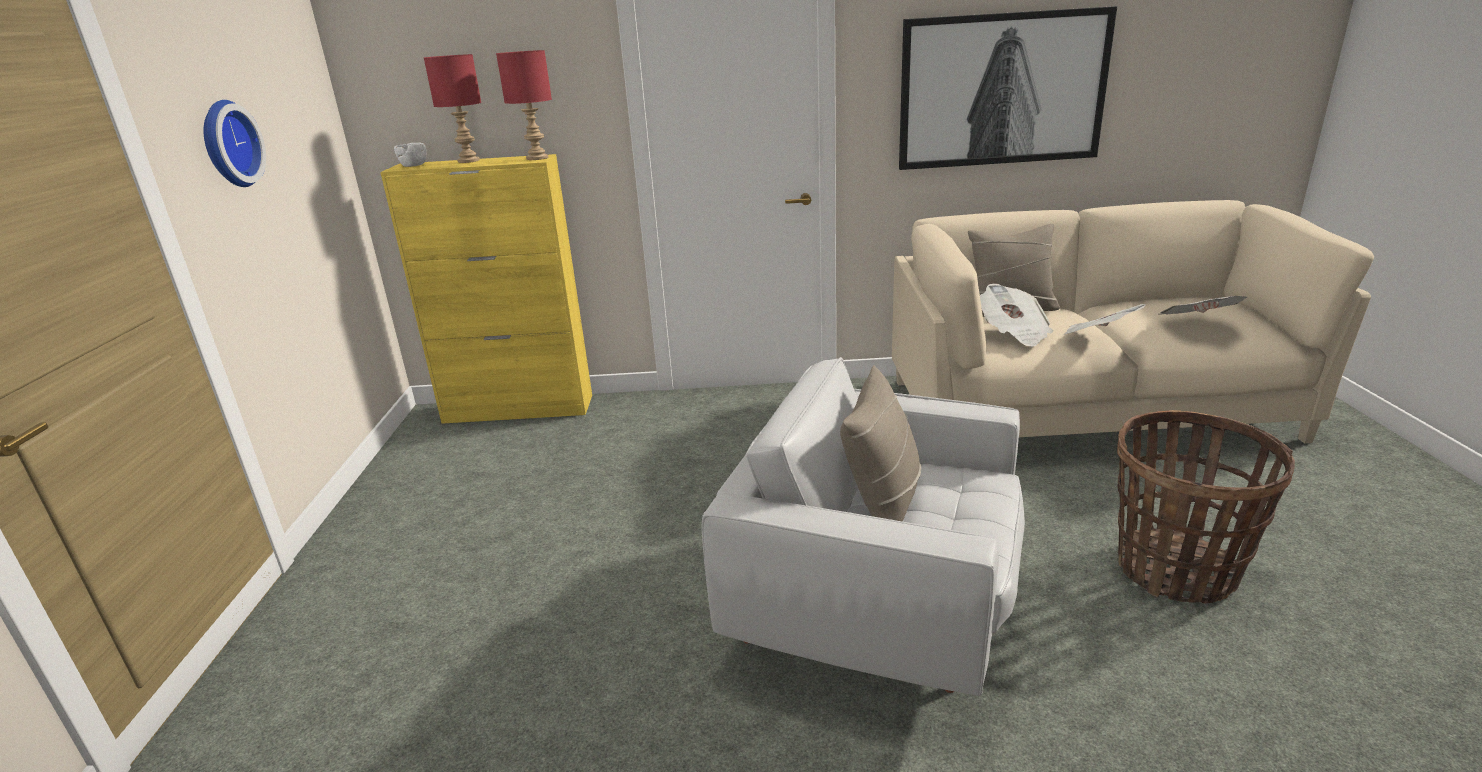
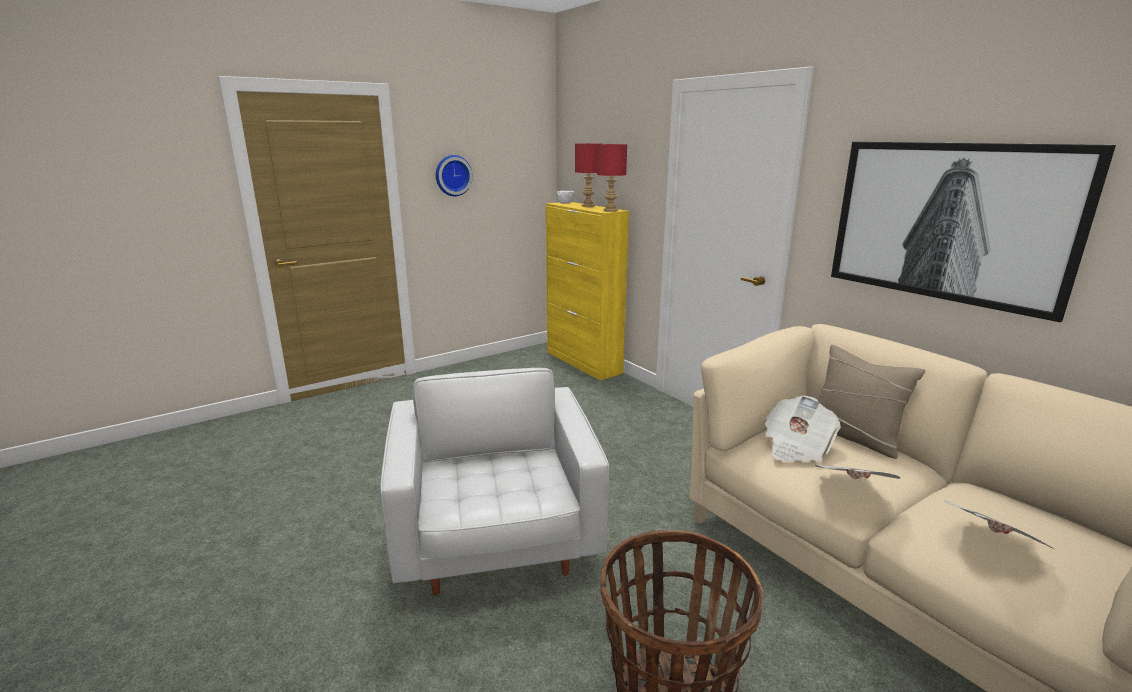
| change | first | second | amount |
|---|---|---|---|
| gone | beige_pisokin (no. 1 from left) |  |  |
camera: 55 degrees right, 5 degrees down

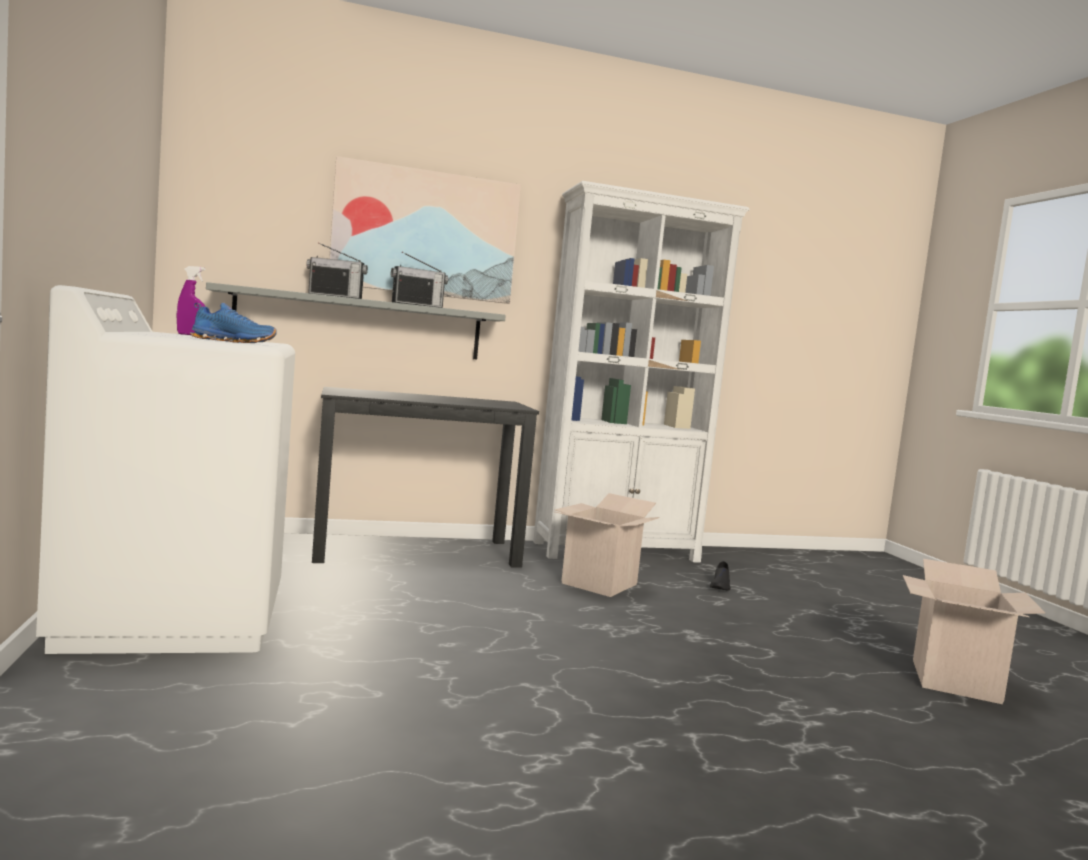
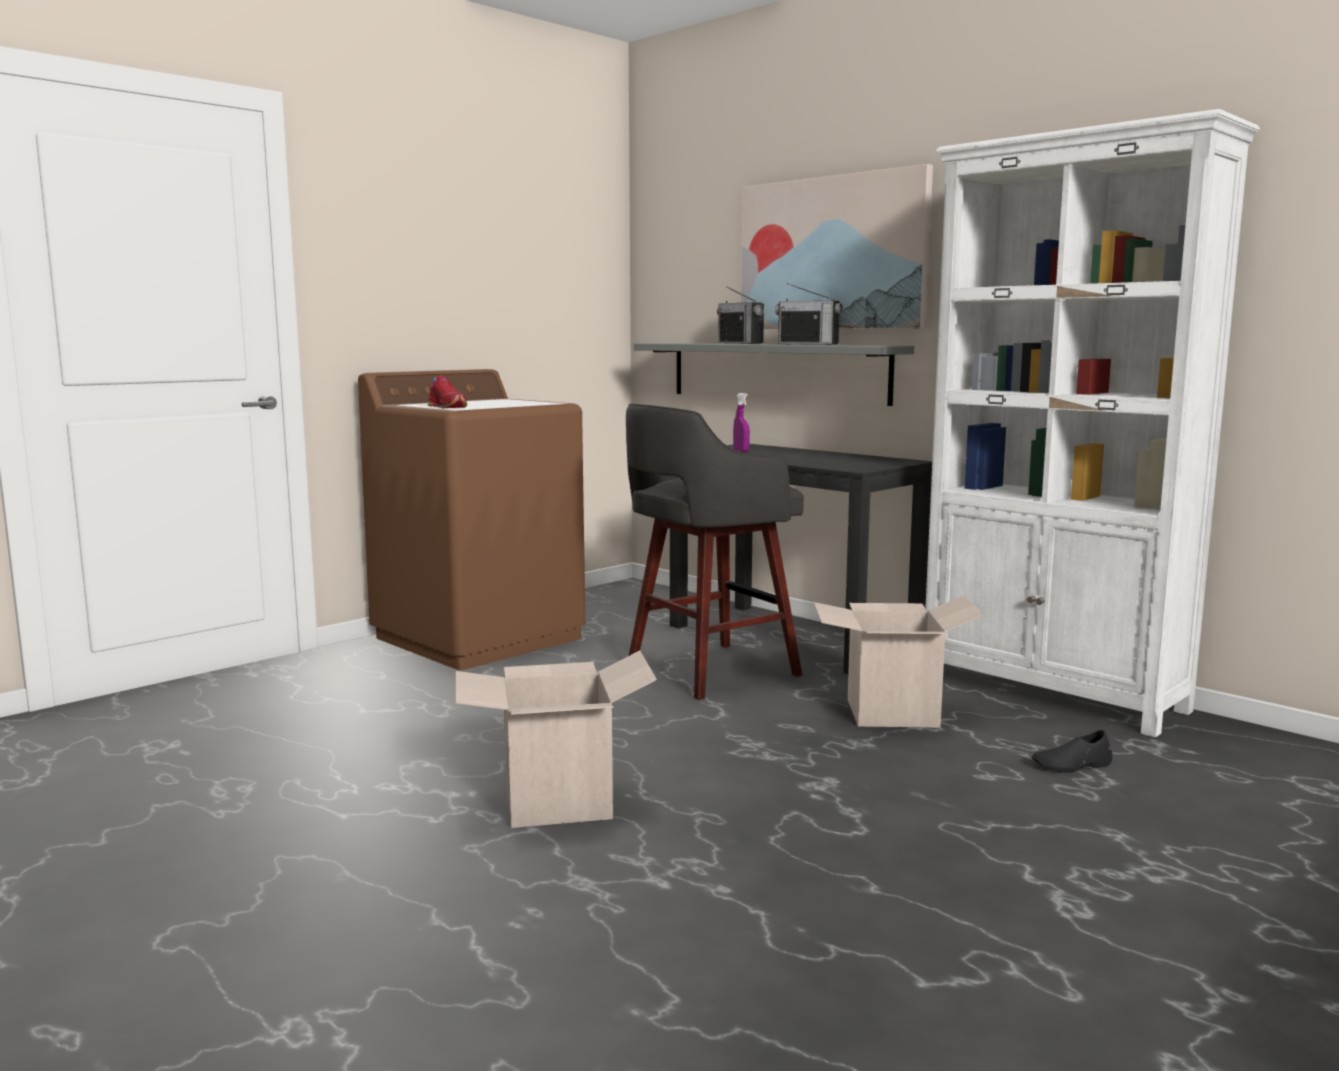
| change | first | second | amount |
|---|---|---|---|
| new |  | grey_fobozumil |  |
| shifted | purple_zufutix |  |  |
| shifted | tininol (no. 2 from left in the first image) | tininol (no. 1 from left) |  |
| repainted | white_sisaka | brown_sisaka |  |
| repainted | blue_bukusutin | red_bukusutin |  |
camera: 60 degrees right, 5 degrees up

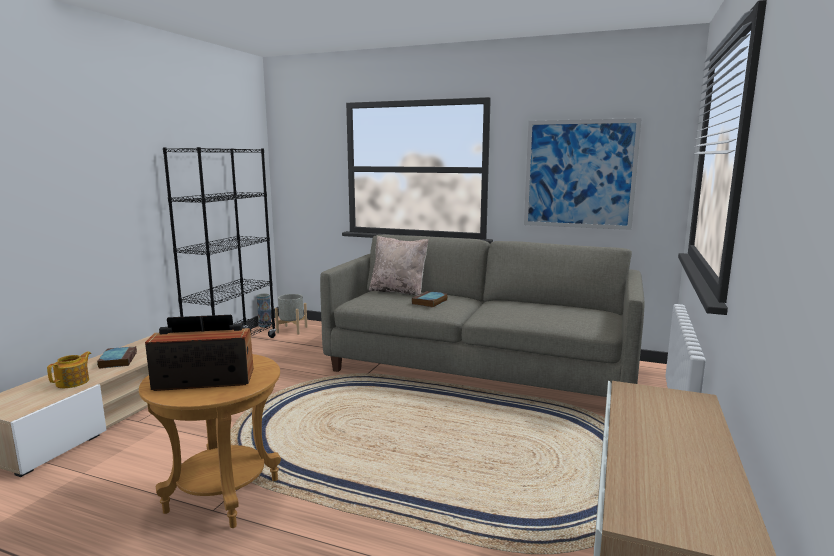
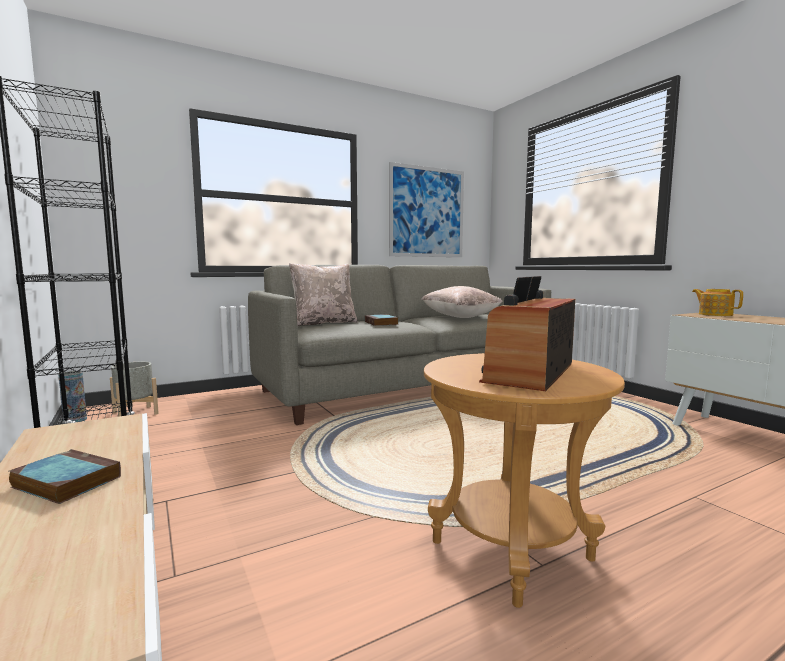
| change | first | second | amount |
|---|---|---|---|
| new |  | beige_pisokin (no. 2 from left) |  |
| shifted | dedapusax |  |  |
camera: 50 degrees left, 5 degrees down

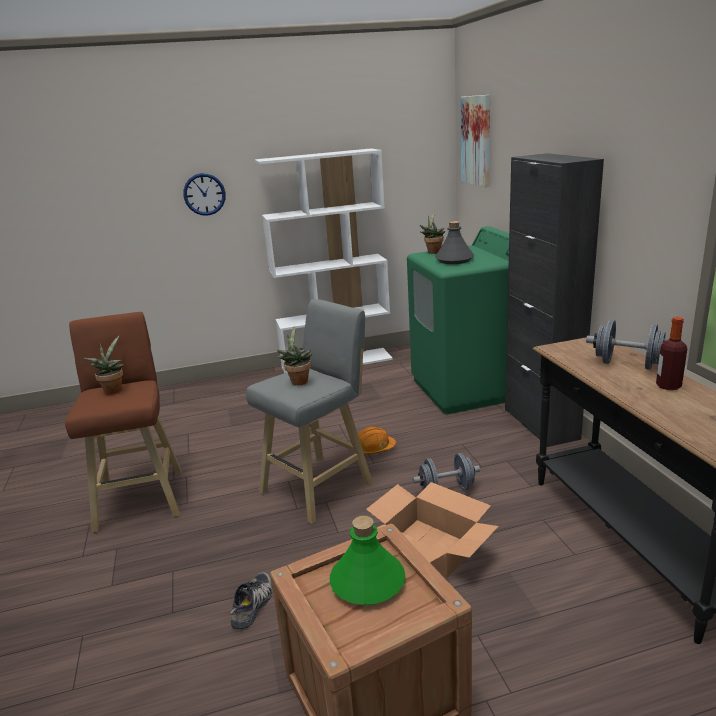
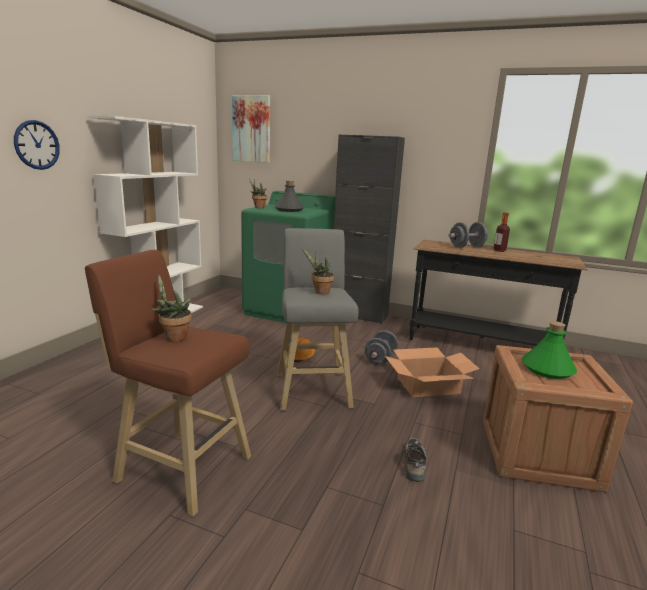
| change | first | second | amount |
|---|---|---|---|
| rotated | bukusutin |  | 45 degrees clockwise |
camera: 55 degrees left, 5 degrees down

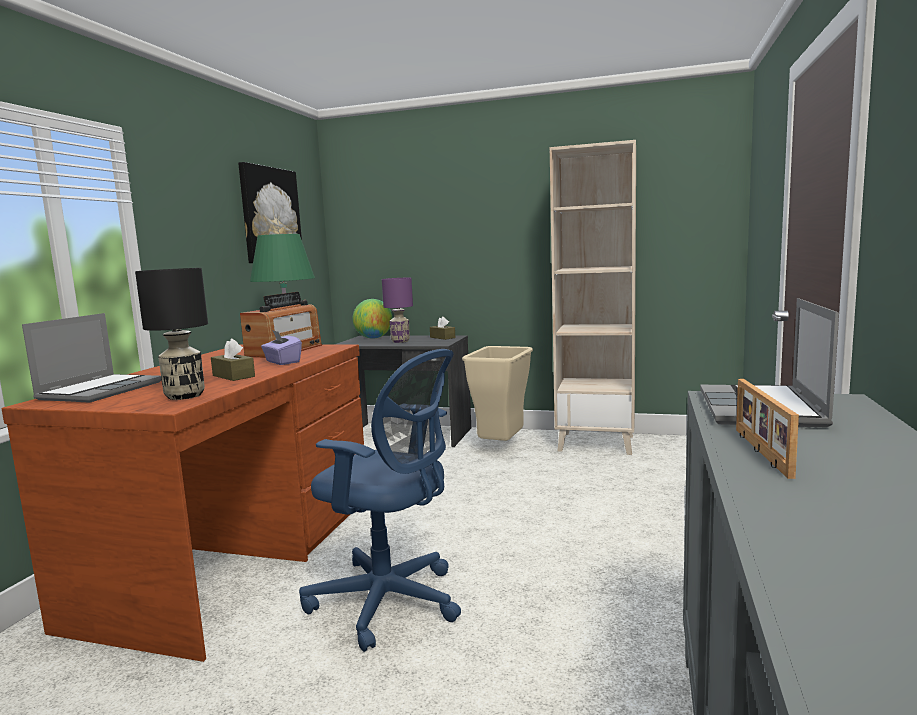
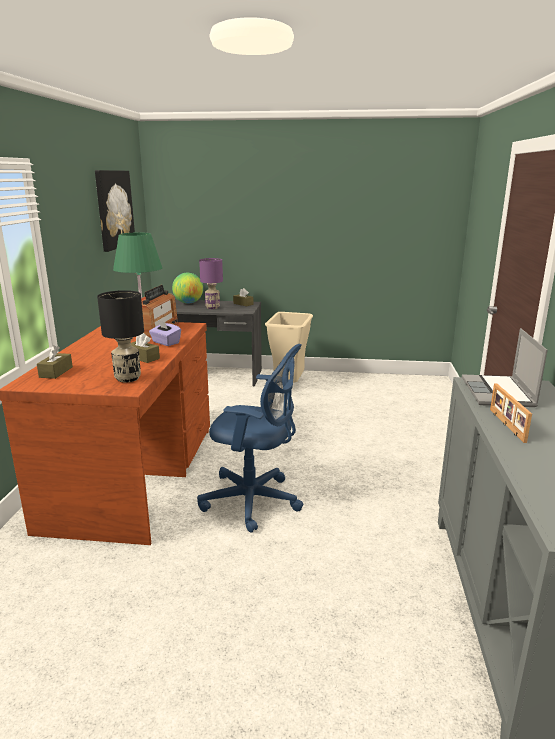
| change | first | second | amount |
|---|---|---|---|
| gone | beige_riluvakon |  |  |
| swapped | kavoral (no. 1 from left) | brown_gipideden (no. 1 from left) |  |
camera: 10 degrees left, 10 degrees up

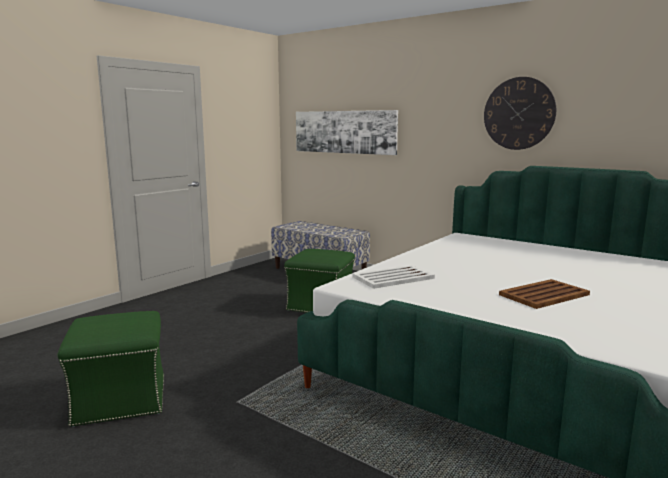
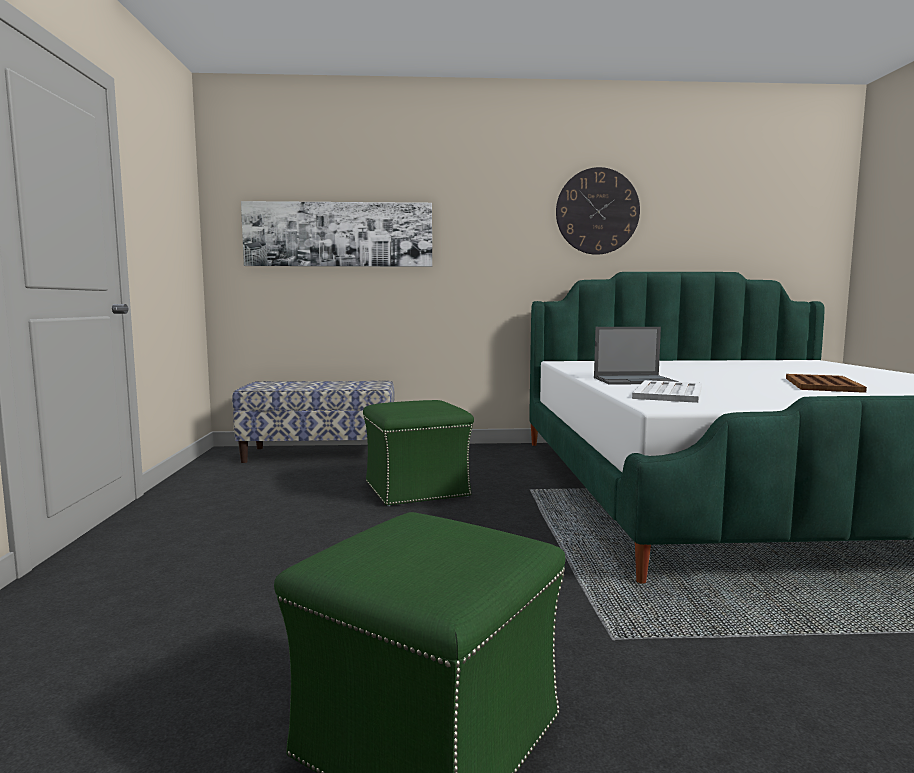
| change | first | second | amount |
|---|---|---|---|
| new |  | kavoral |  |
camera: 40 degrees left, 5 degrees down

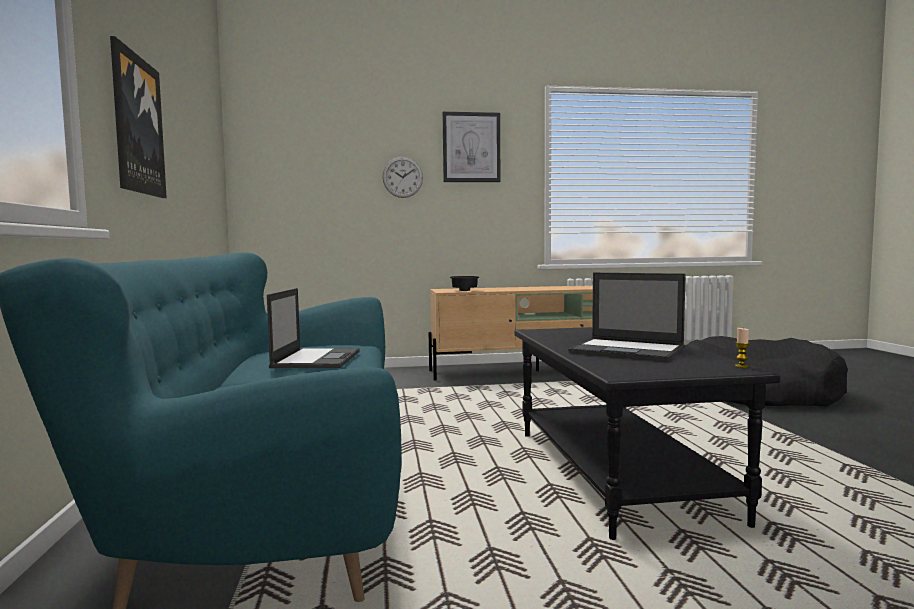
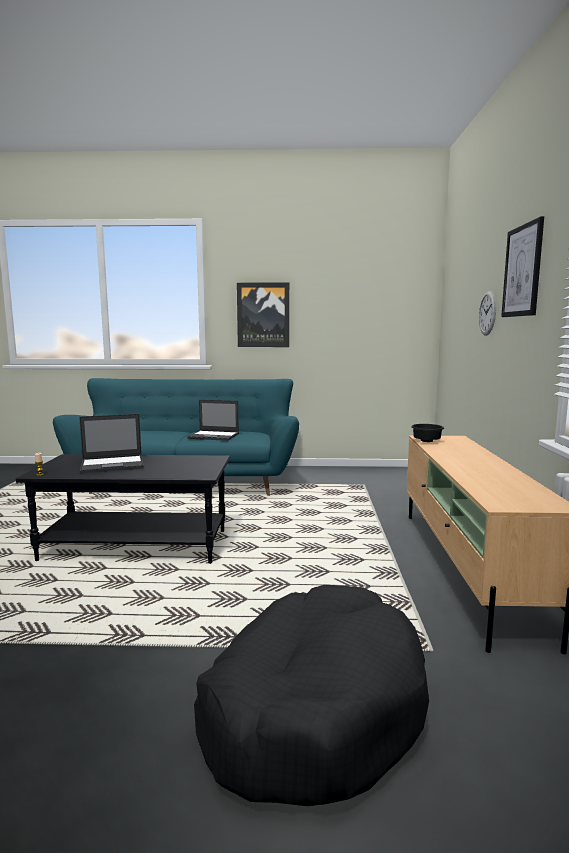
| change | first | second | amount |
|---|---|---|---|
| rotated | kavoral (no. 2 from left in the first image) | kavoral (no. 1 from left) | 150 degrees counterclockwise |
camera: 100 degrees right, 5 degrees up

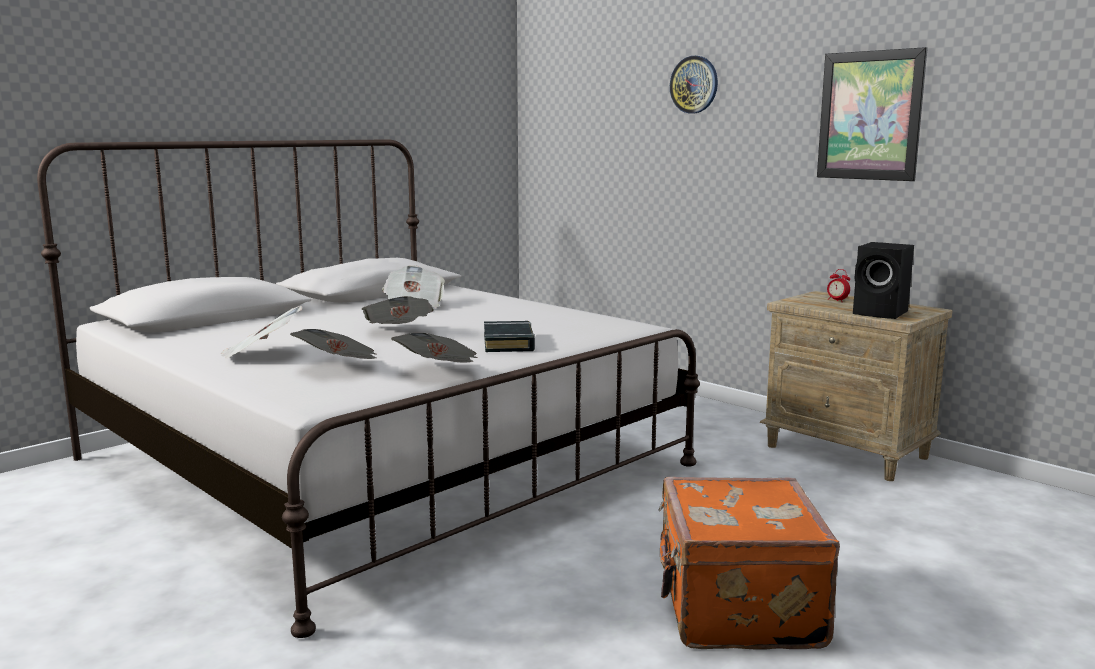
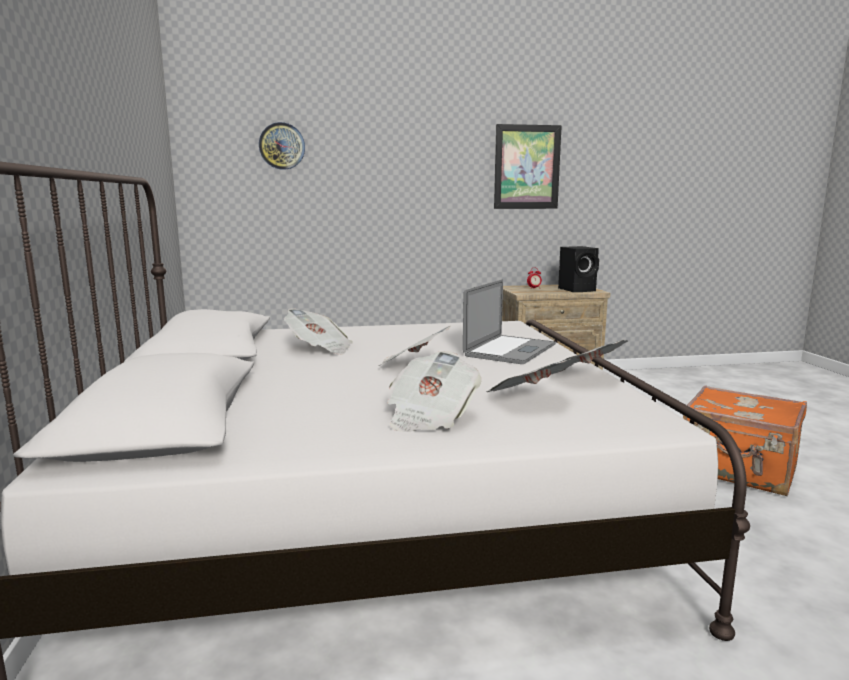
| change | first | second | amount |
|---|---|---|---|
| shifted | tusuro |  |  |
| swapped | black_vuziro | kavoral |  |
camera: 55 degrees left, 0 degrees up

